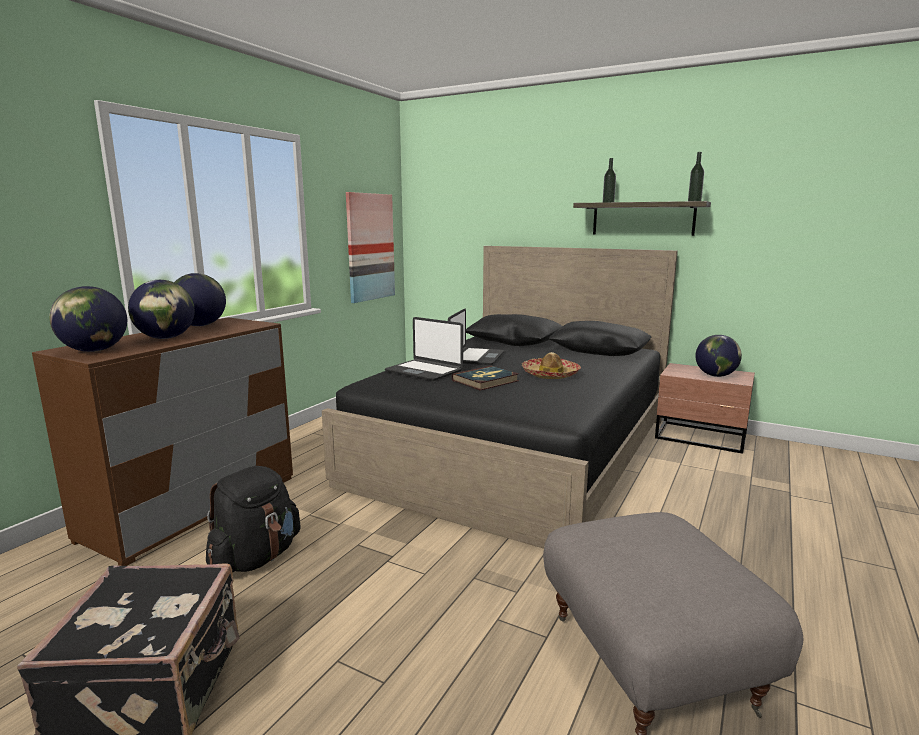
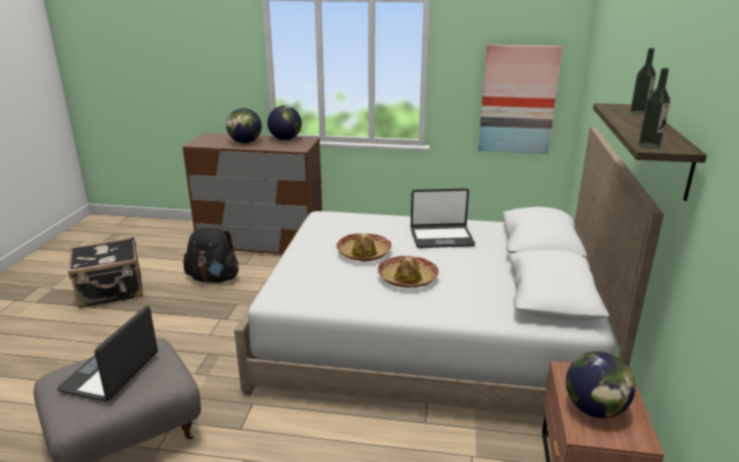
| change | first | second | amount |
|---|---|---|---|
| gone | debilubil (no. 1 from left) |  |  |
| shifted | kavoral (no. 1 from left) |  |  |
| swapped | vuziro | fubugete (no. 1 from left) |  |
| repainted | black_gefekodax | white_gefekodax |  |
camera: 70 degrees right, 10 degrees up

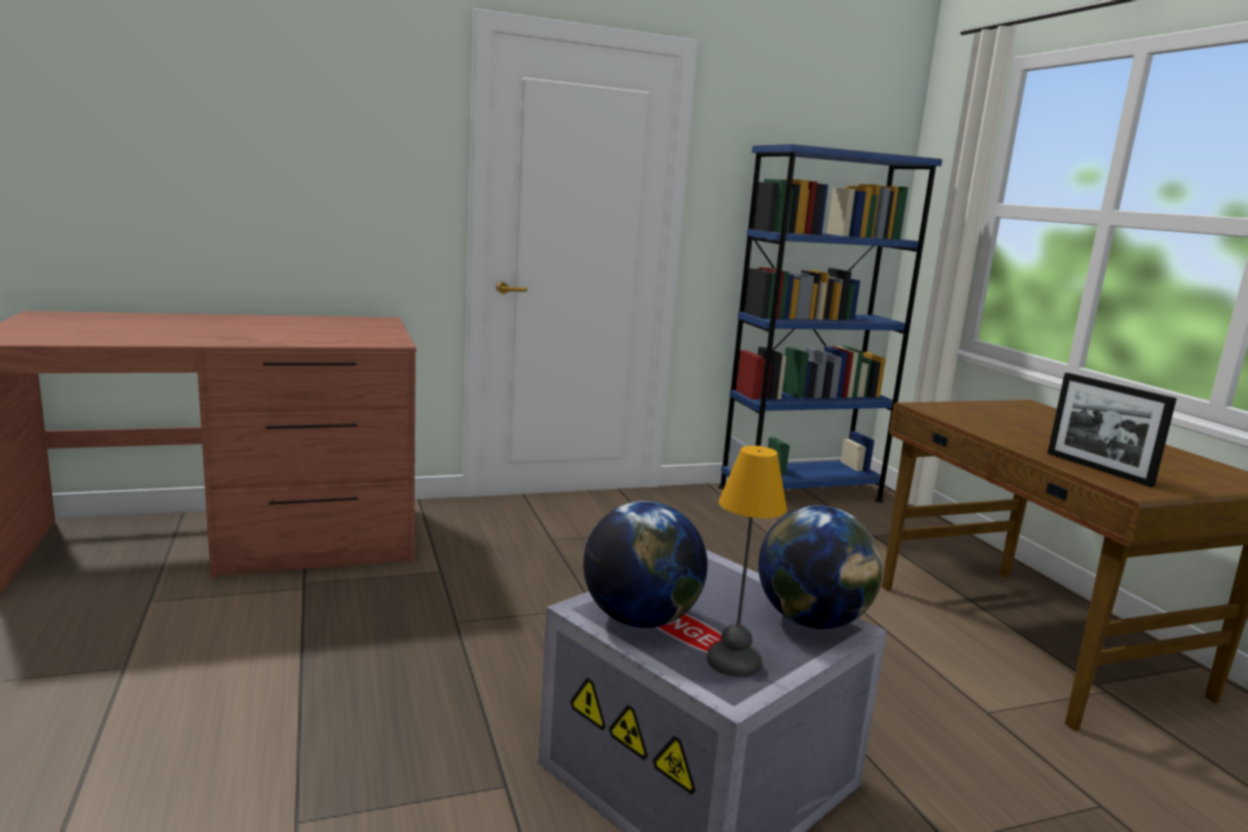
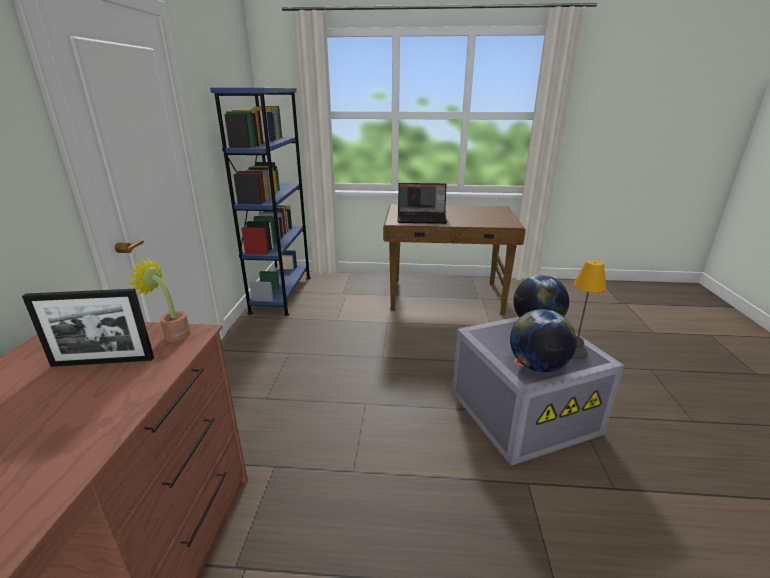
| change | first | second | amount |
|---|---|---|---|
| new |  | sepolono |  |
| new |  | kavoral |  |
| shifted | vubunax |  |  |
camera: 65 degrees left, 10 degrees up

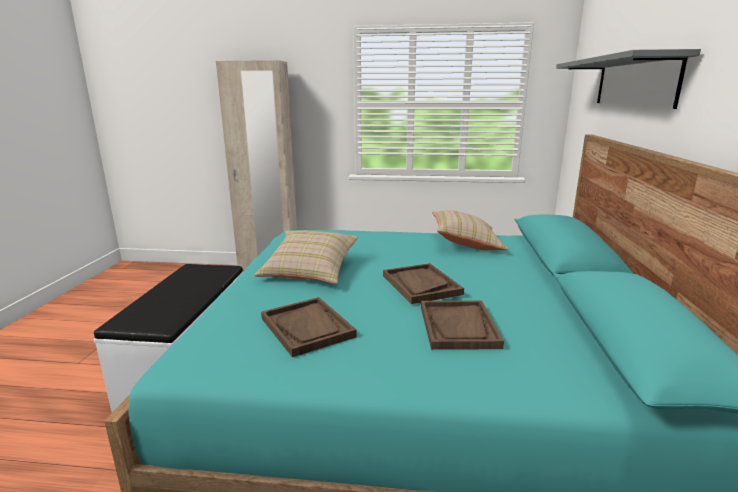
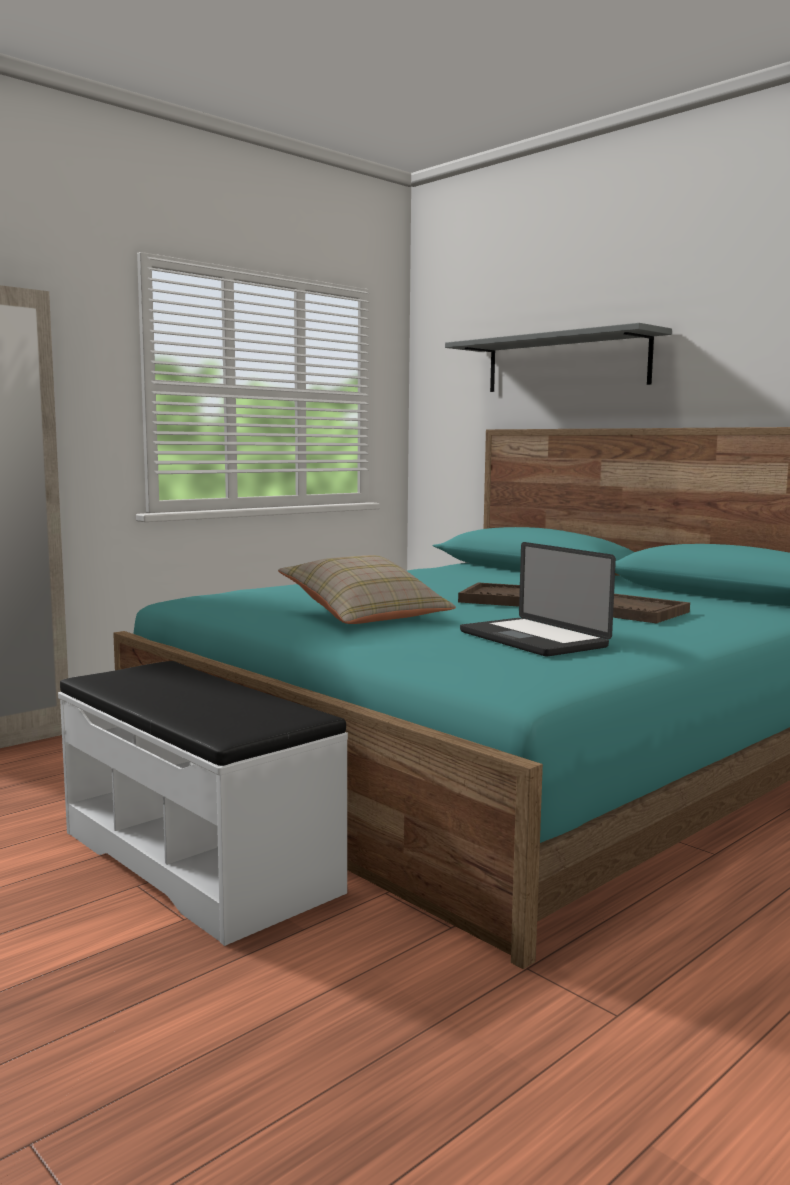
| change | first | second | amount |
|---|---|---|---|
| gone | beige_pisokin (no. 2 from left) |  |  |
| swapped | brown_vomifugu (no. 1 from left) | kavoral |  |
camera: 50 degrees left, 10 degrees down

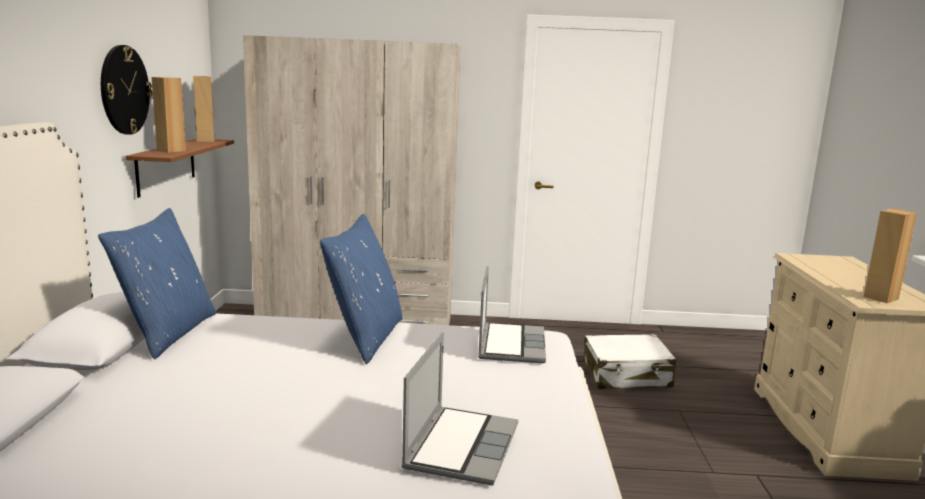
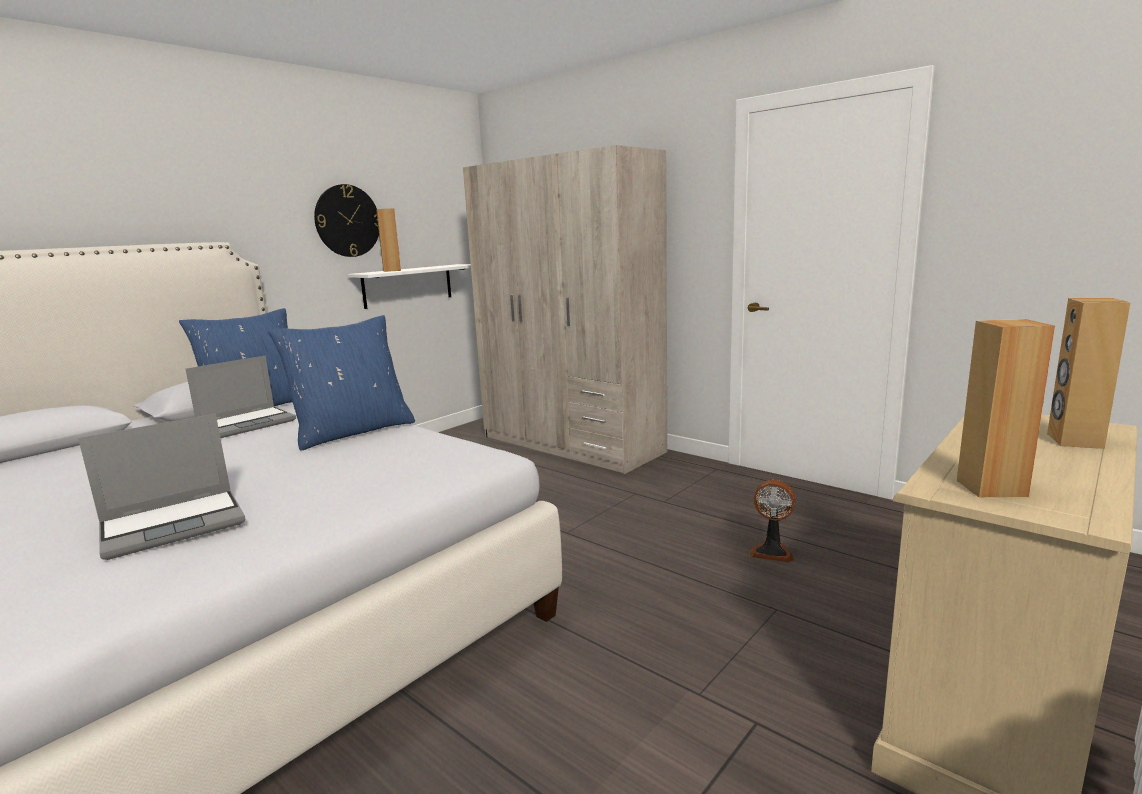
| change | first | second | amount |
|---|---|---|---|
| shifted | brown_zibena (no. 2 from left in the first image) | brown_zibena (no. 3 from left) |  |
| shifted | kavoral (no. 2 from left) |  |  |
| swapped | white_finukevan | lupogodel |  |
| repainted | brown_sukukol | white_sukukol |  |
camera: 40 degrees right, 0 degrees up

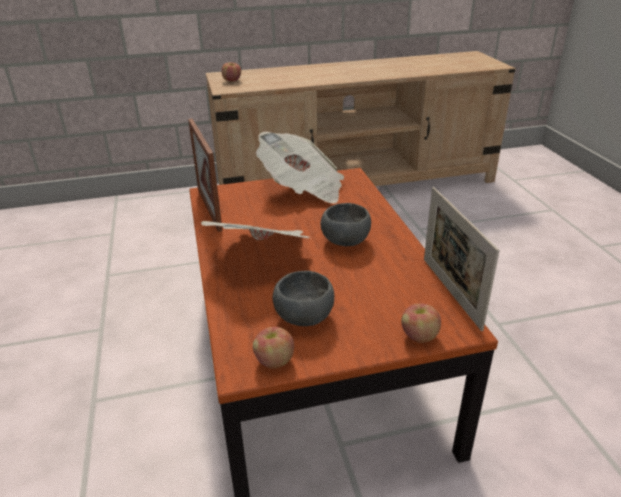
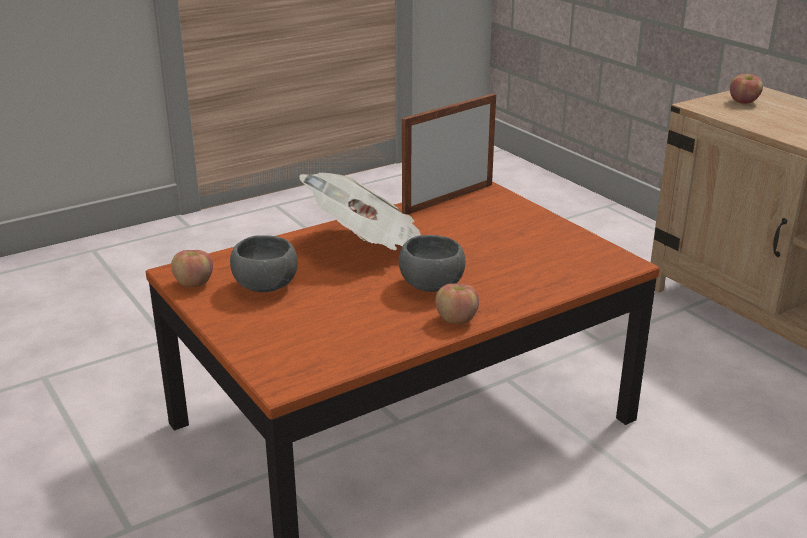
| change | first | second | amount |
|---|---|---|---|
| gone | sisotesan (no. 2 from left) |  |  |
| gone | vubunax (no. 2 from left) |  |  |
| shifted | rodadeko (no. 3 from left in the first image) | rodadeko (no. 2 from left) |  |
camera: 70 degrees right, 5 degrees down

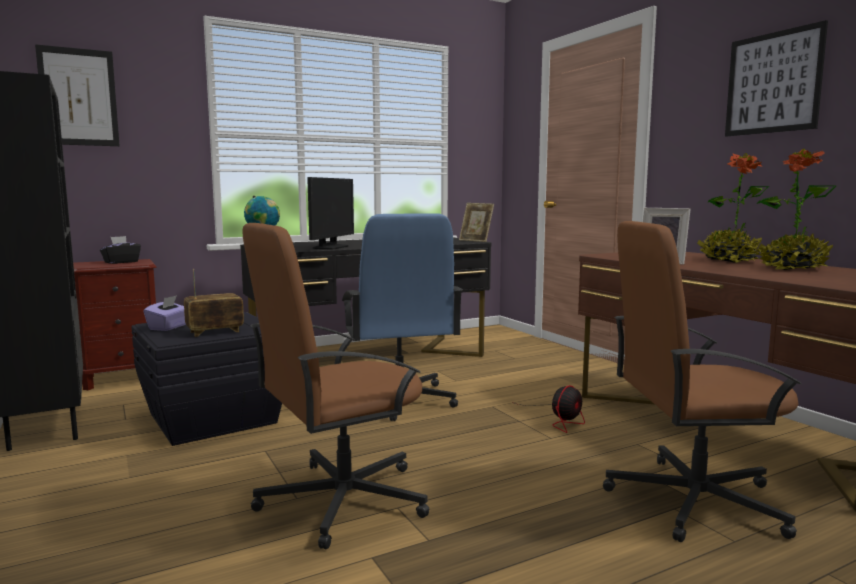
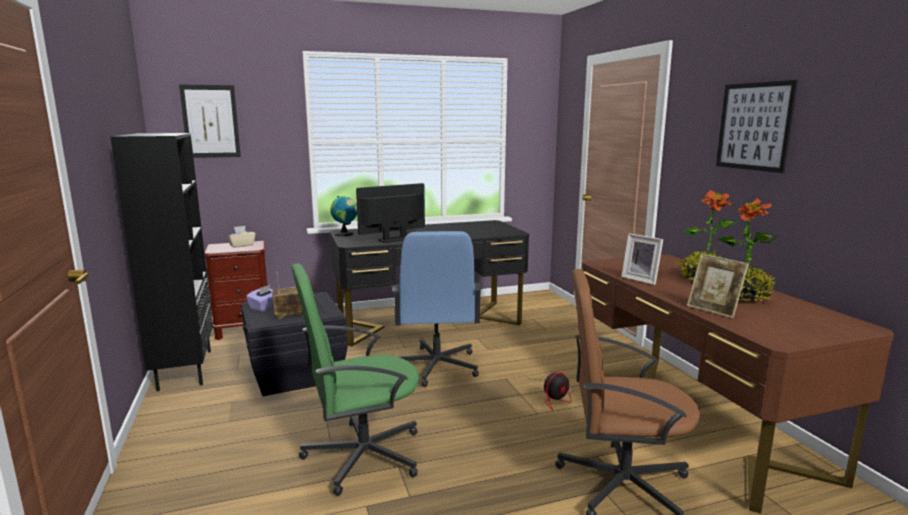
| change | first | second | amount |
|---|---|---|---|
| shifted | vubunax (no. 1 from left in the first image) | vubunax (no. 2 from left) |  |
| repainted | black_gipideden | beige_gipideden |  |
| repainted | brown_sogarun (no. 1 from left) | green_sogarun |  |
| rotated | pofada |  | 150 degrees counterclockwise |
camera: 10 degrees right, 5 degrees up

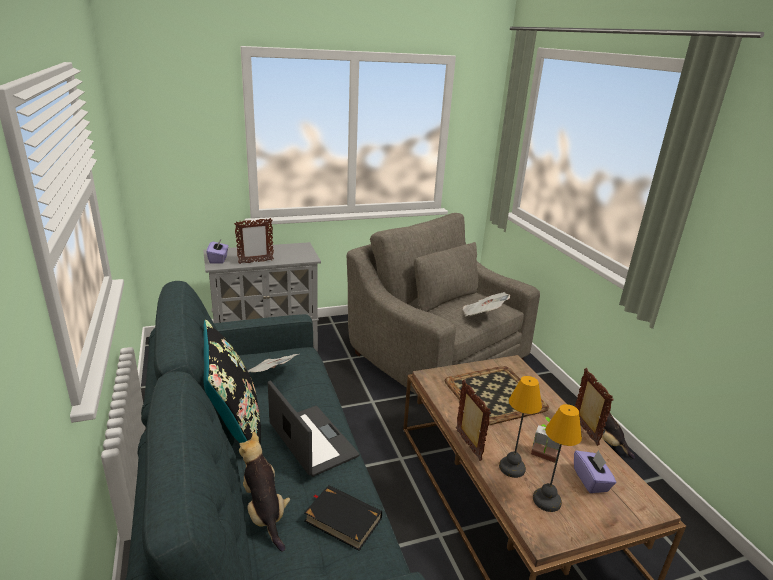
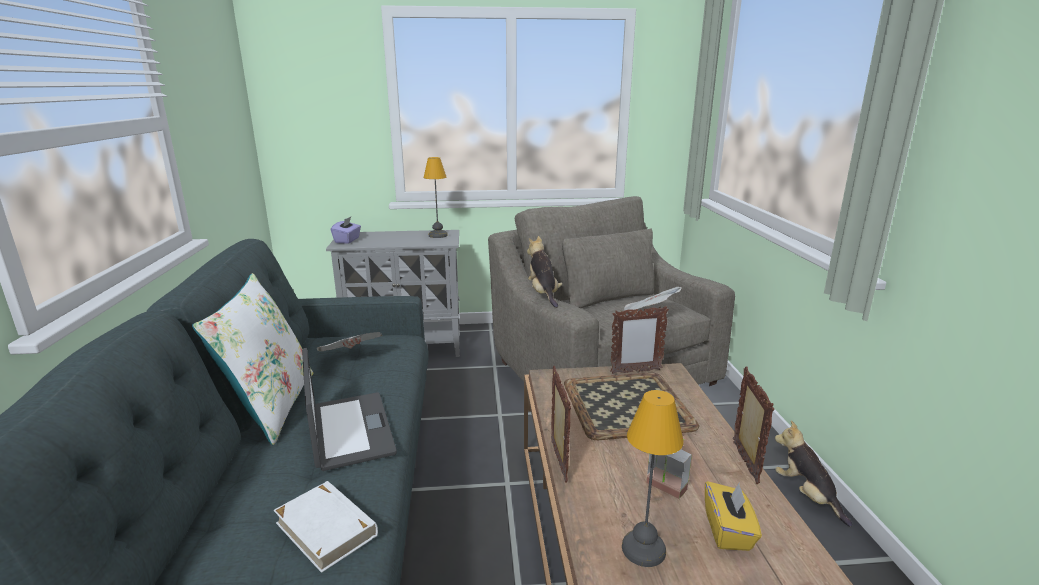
| change | first | second | amount |
|---|---|---|---|
| shifted | vubunax (no. 1 from left in the first image) | vubunax (no. 2 from left) |  |
| shifted | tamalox (no. 1 from left) |  |  |
| shifted | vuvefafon (no. 1 from left) |  |  |
| repainted | black_pisokin | white_pisokin |  |
| repainted | black_vuziro | white_vuziro |  |
| repainted | purple_gipideden (no. 2 from left) | yellow_gipideden |  |
camera: 15 degrees right, 5 degrees down

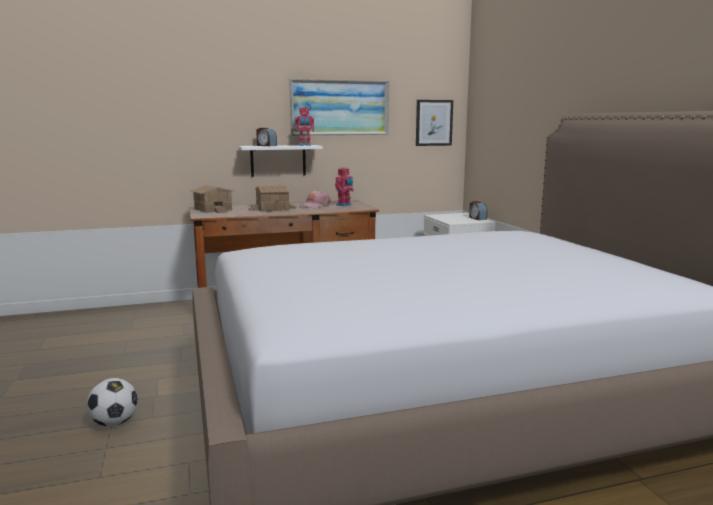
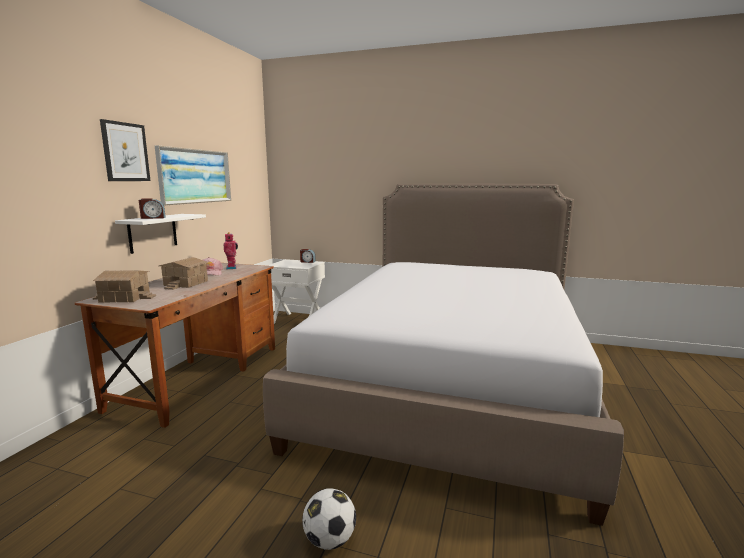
| change | first | second | amount |
|---|---|---|---|
| gone | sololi (no. 1 from left) |  |  |
| shifted | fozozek (no. 2 from left in the first image) | fozozek (no. 1 from left) |  |
camera: 55 degrees left, 0 degrees up

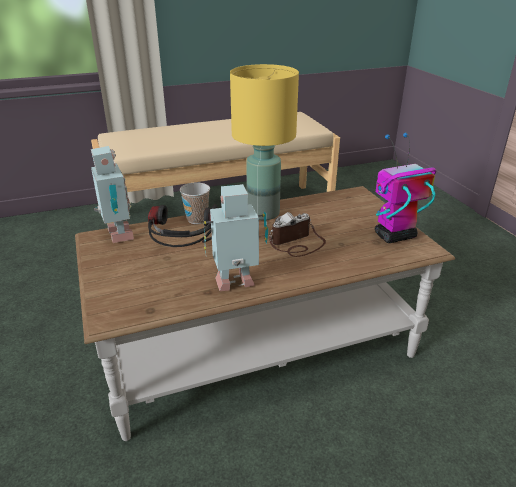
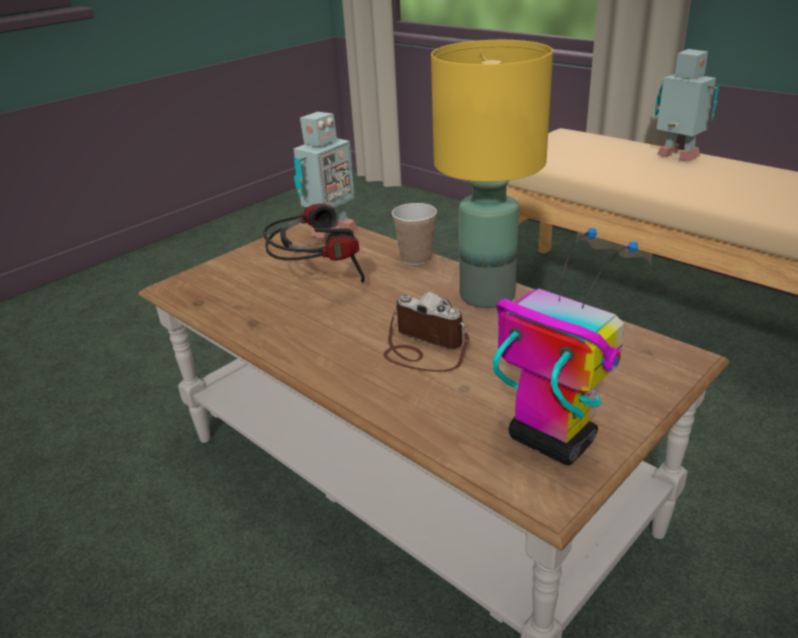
| change | first | second | amount |
|---|---|---|---|
| shifted | sololi (no. 2 from left in the first image) | sololi (no. 3 from left) |  |
camera: 65 degrees right, 0 degrees up

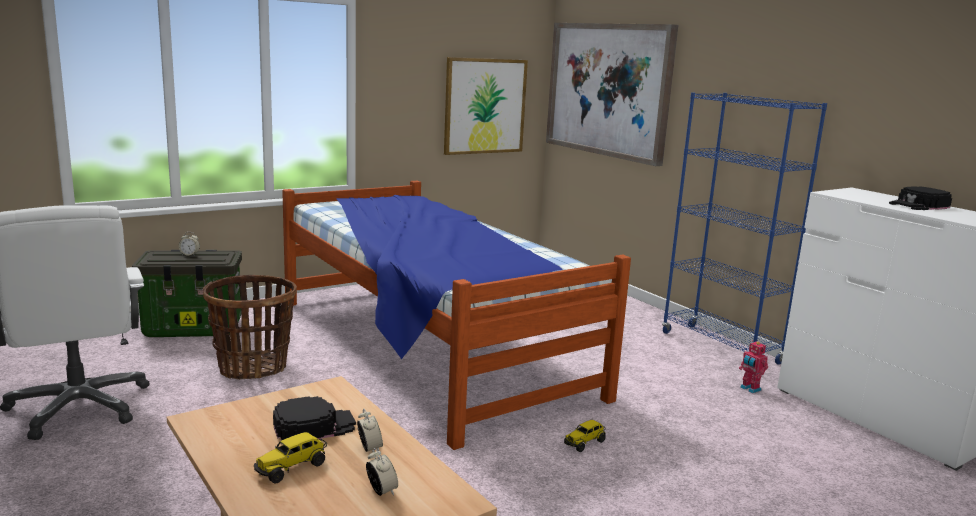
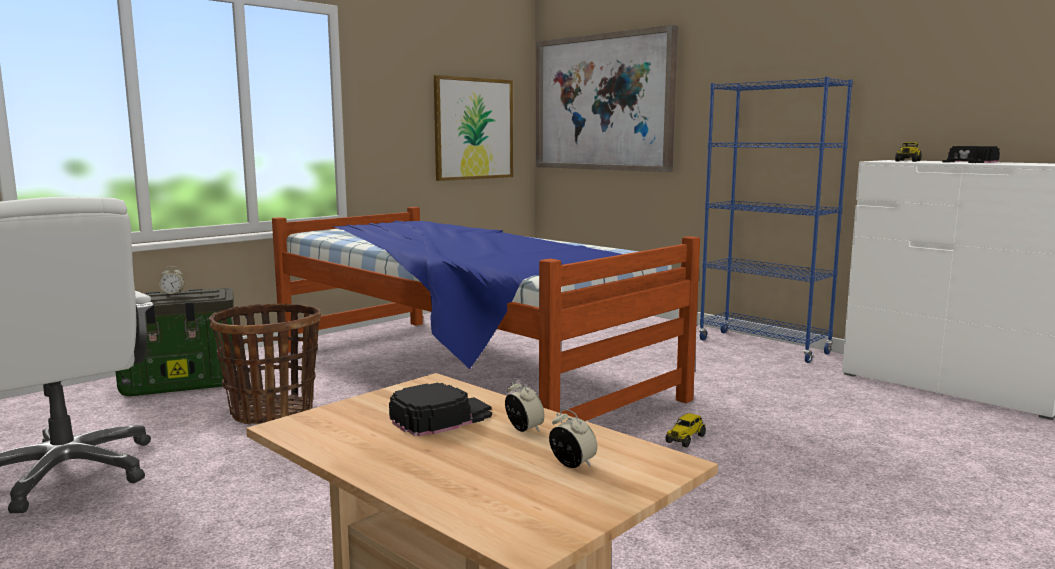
| change | first | second | amount |
|---|---|---|---|
| gone | sololi |  |  |
| shifted | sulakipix (no. 1 from left in the first image) | sulakipix (no. 2 from left) |  |
camera: 10 degrees left, 5 degrees down

